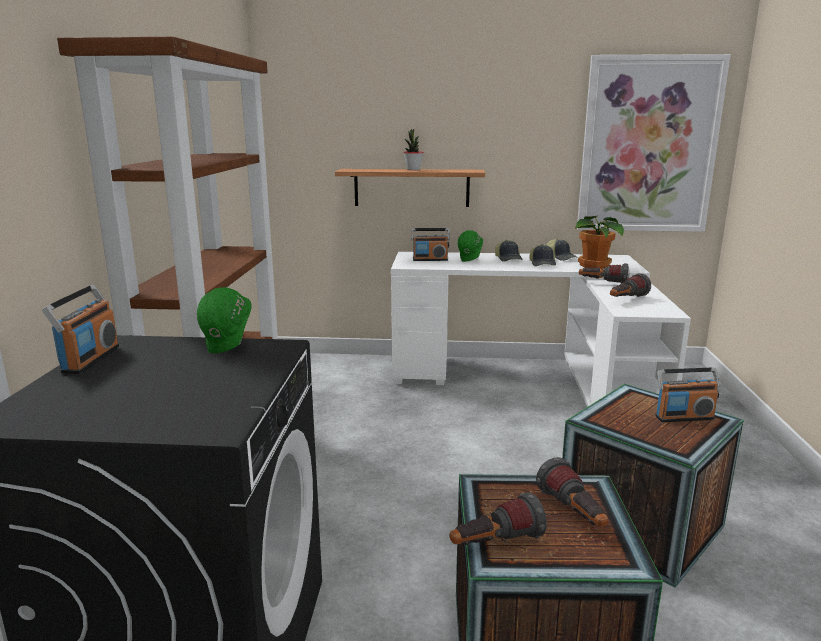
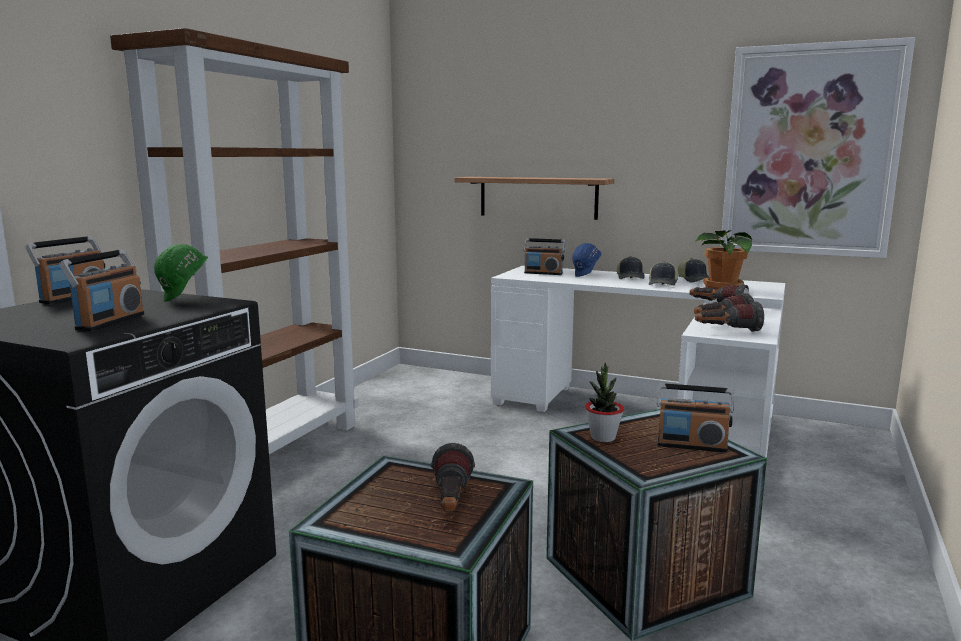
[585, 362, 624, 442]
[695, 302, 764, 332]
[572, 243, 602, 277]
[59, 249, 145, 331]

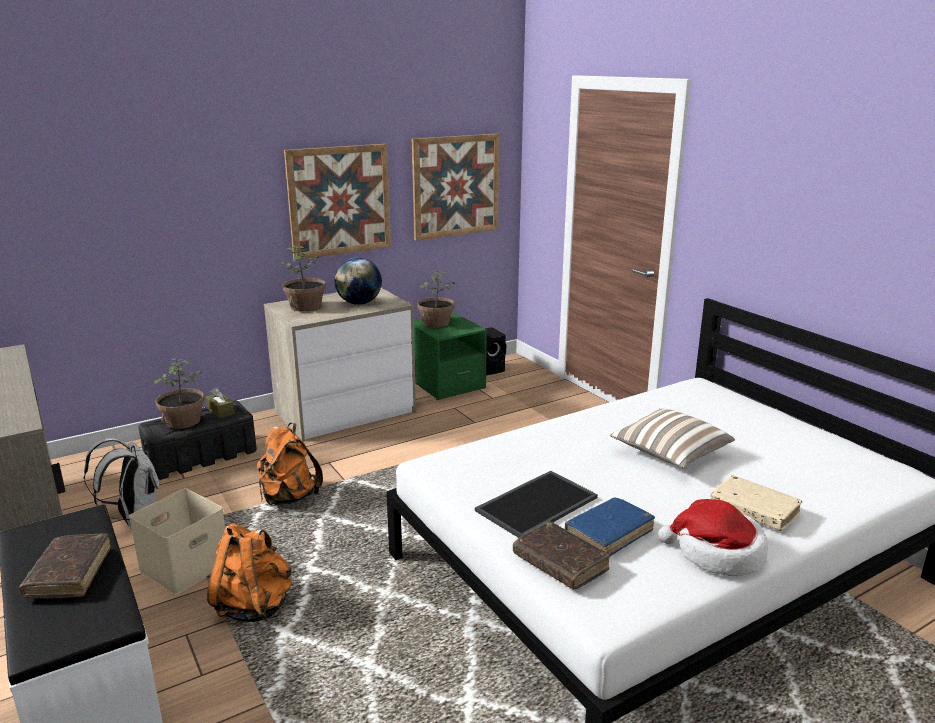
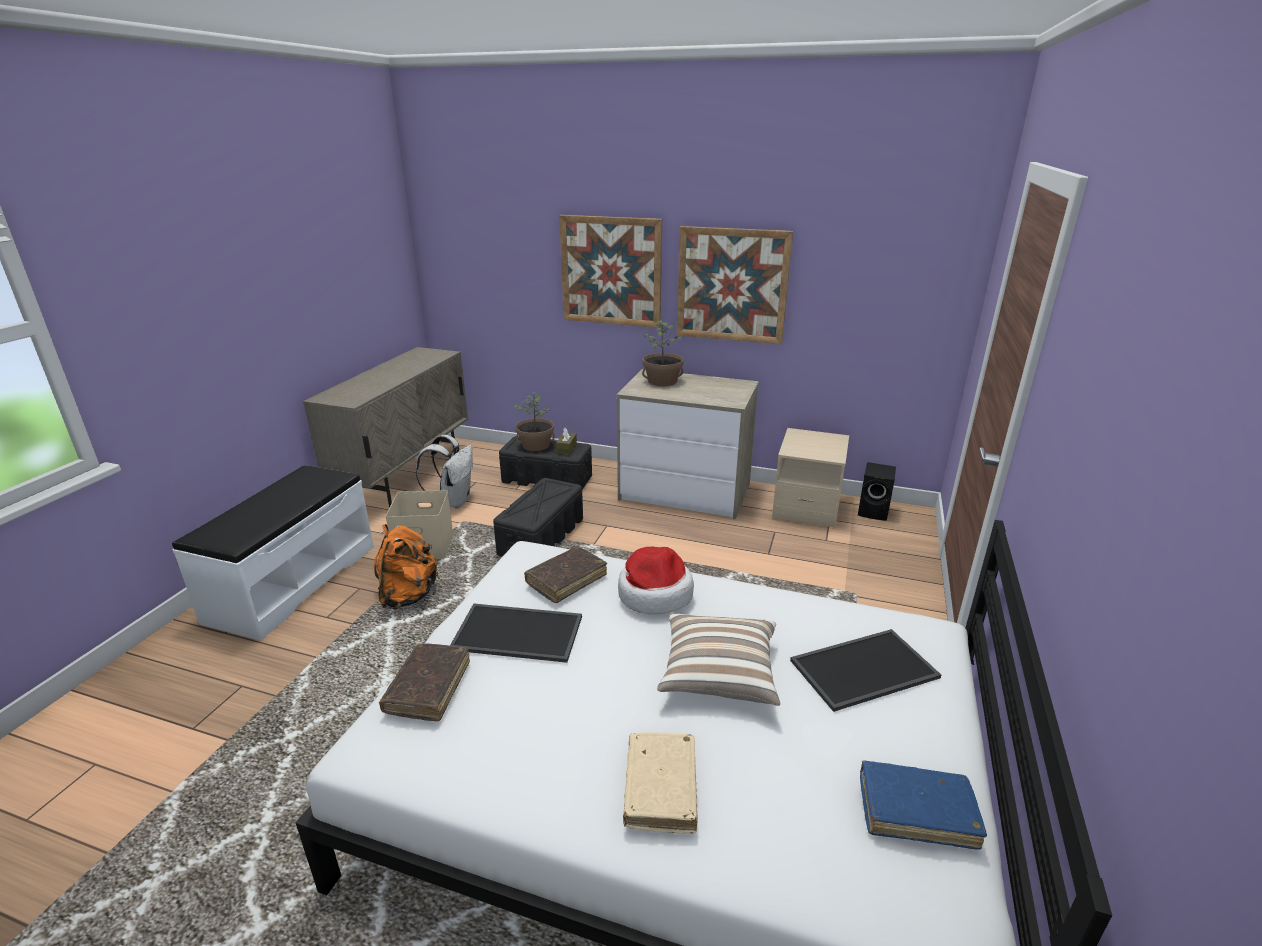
[524, 547, 607, 603]
[493, 478, 583, 557]
[334, 257, 382, 305] (first image)
[559, 215, 662, 328]
[772, 428, 849, 528]
[417, 270, 455, 327] (first image)
[860, 760, 987, 850]
[618, 546, 694, 614]
[790, 629, 941, 712]

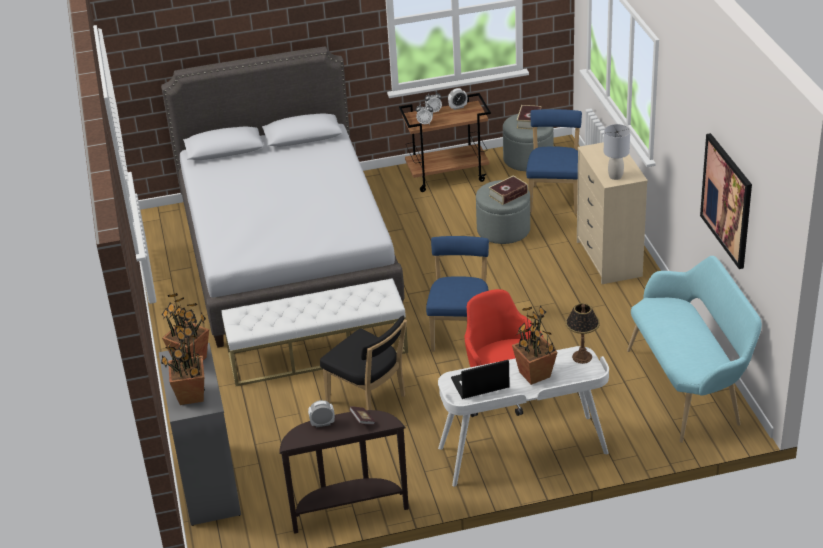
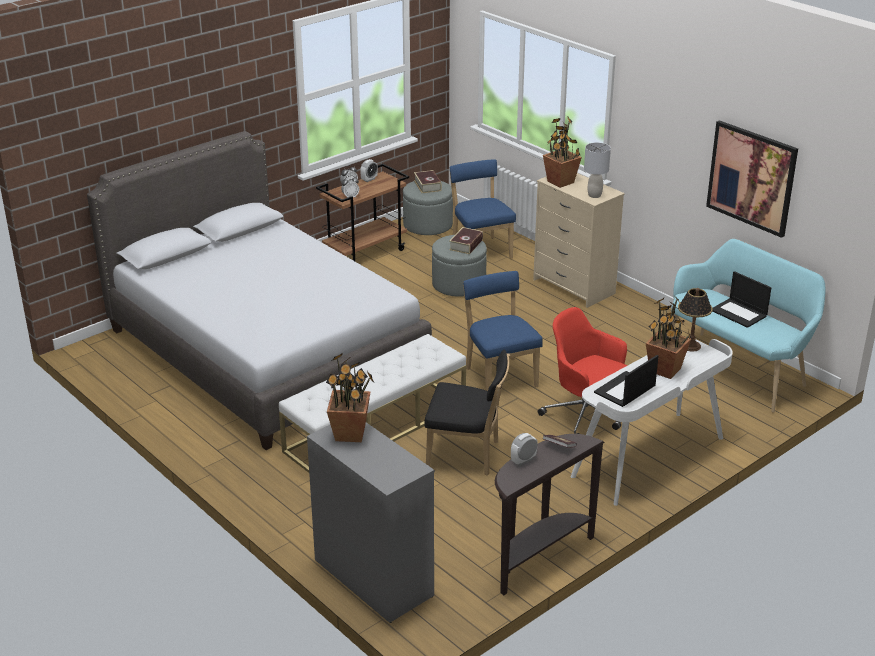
[543, 117, 582, 188]
[712, 271, 772, 328]

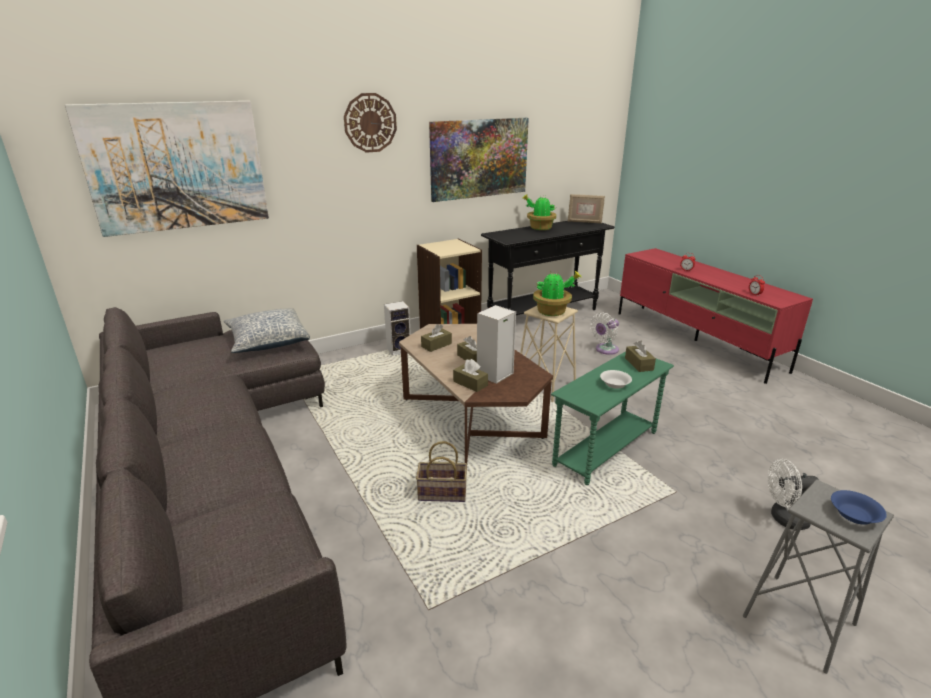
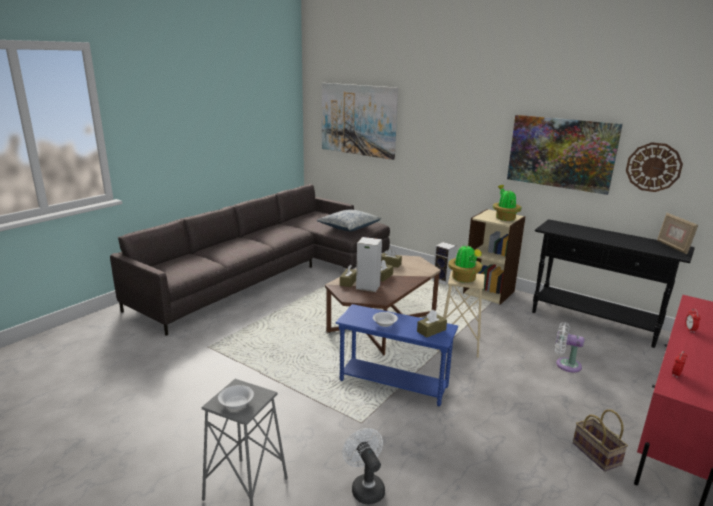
[626, 142, 683, 192]
[573, 409, 628, 472]
[493, 185, 522, 221]
[335, 304, 458, 406]
[218, 385, 254, 409]

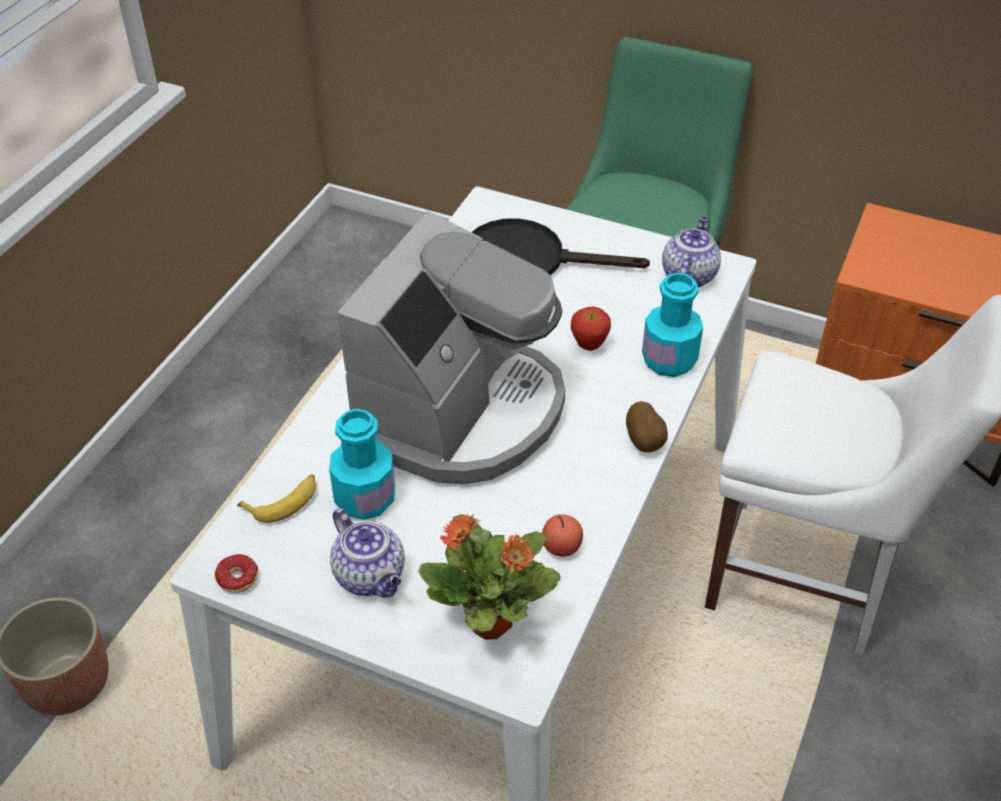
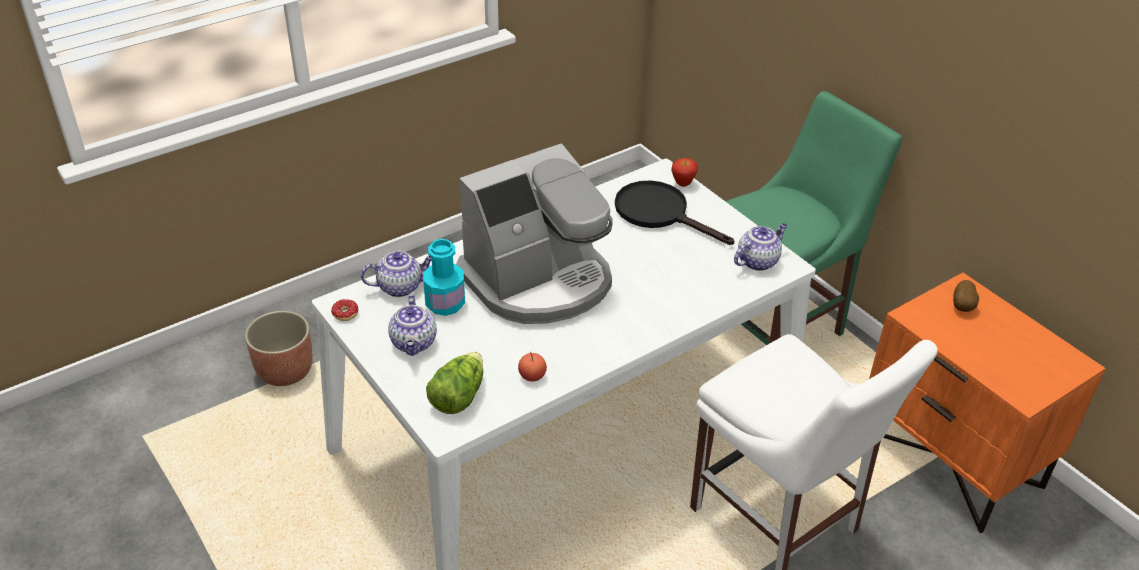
[361, 251, 432, 297]
[426, 352, 483, 414]
[671, 158, 698, 187]
[953, 280, 979, 312]
[642, 273, 703, 377] (first image)

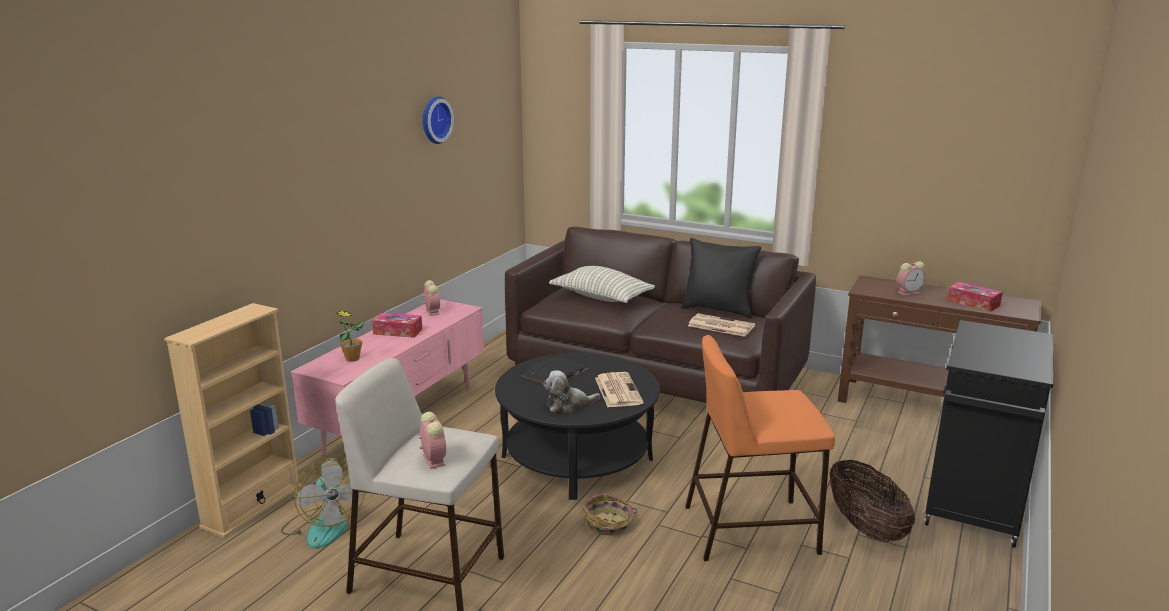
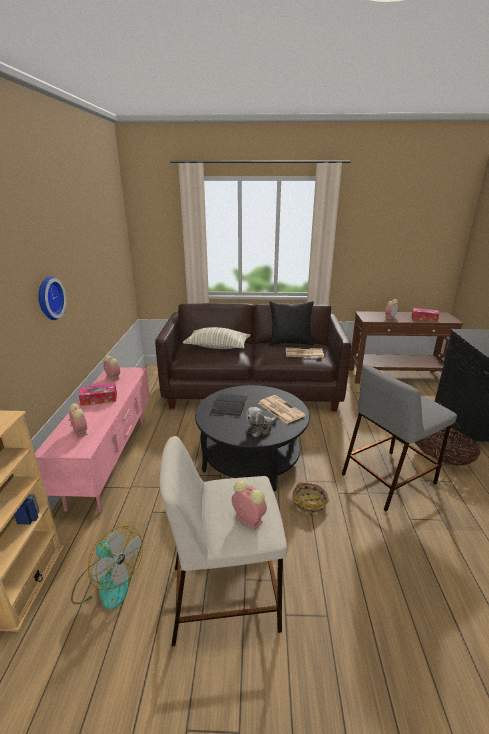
[69, 403, 88, 438]
[39, 276, 66, 320]
[342, 364, 457, 511]

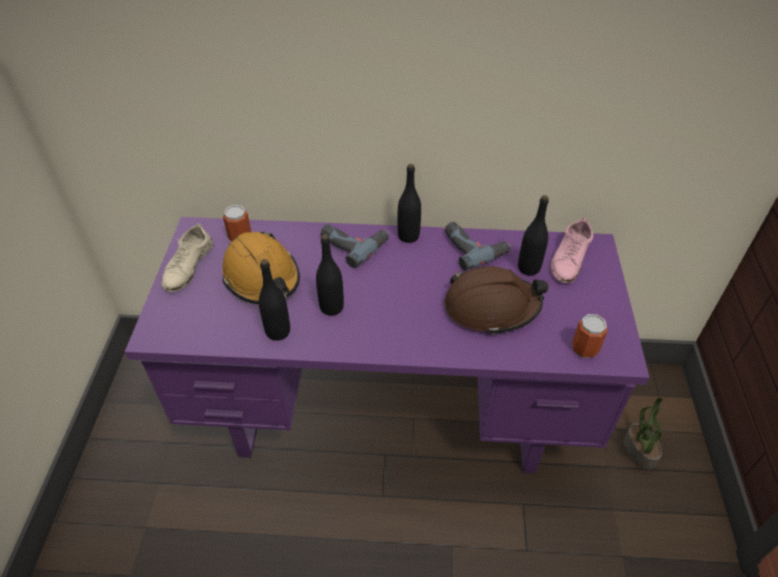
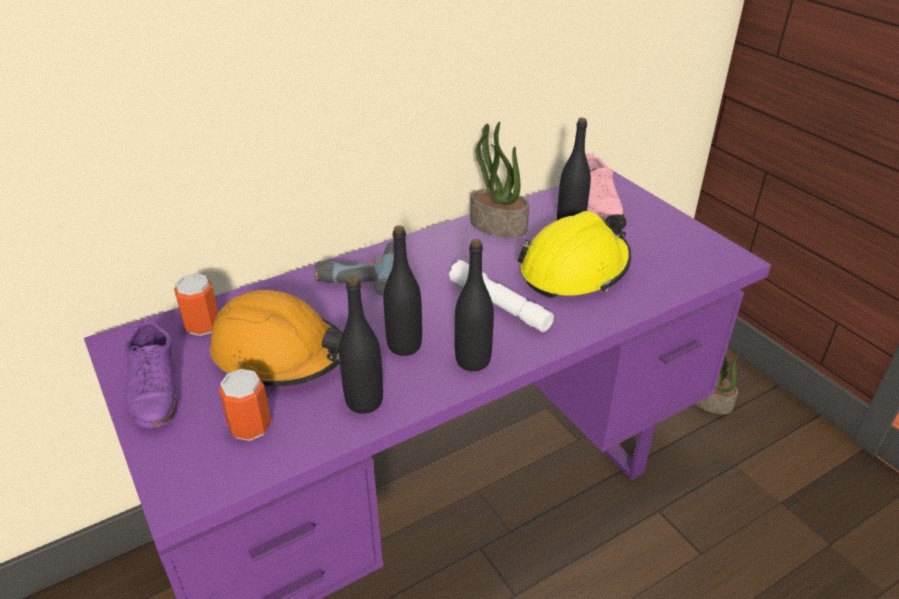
[121, 318, 177, 428]
[455, 239, 494, 371]
[517, 211, 631, 298]
[470, 121, 529, 237]
[219, 369, 271, 441]
[449, 260, 554, 332]

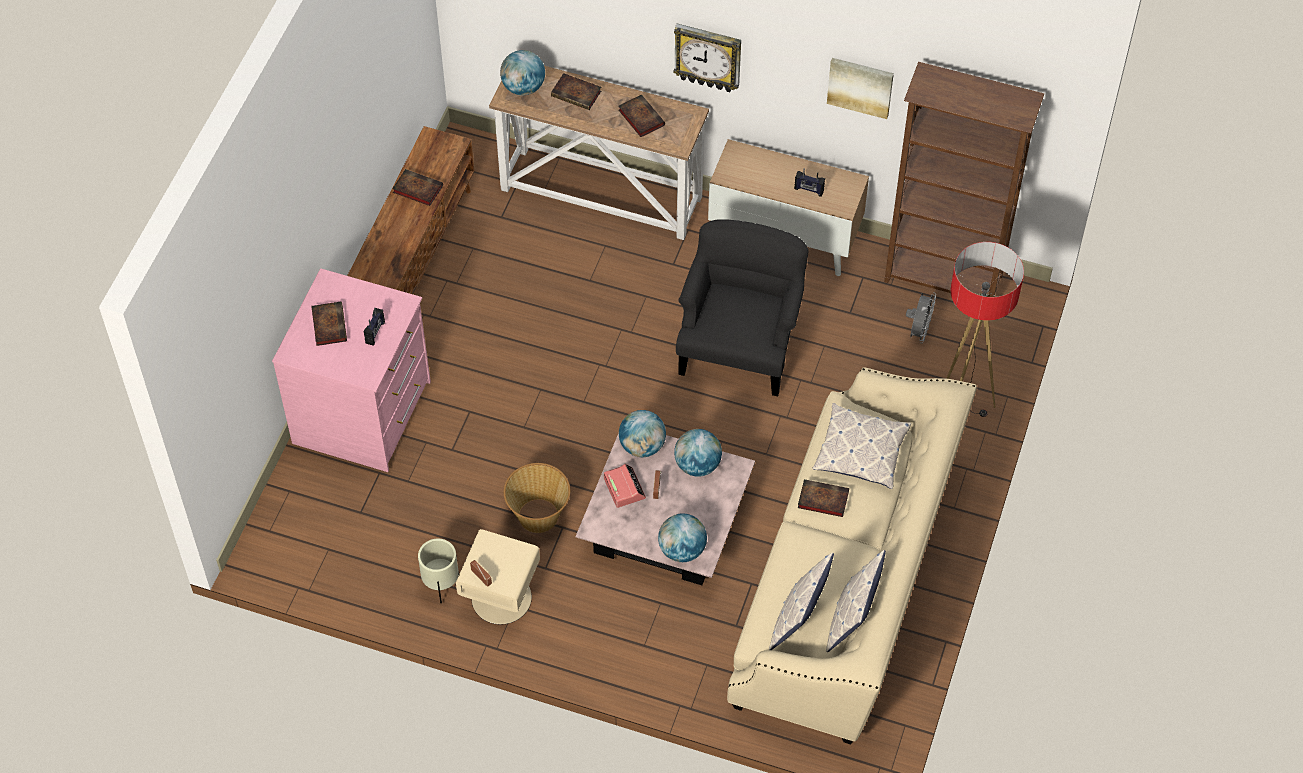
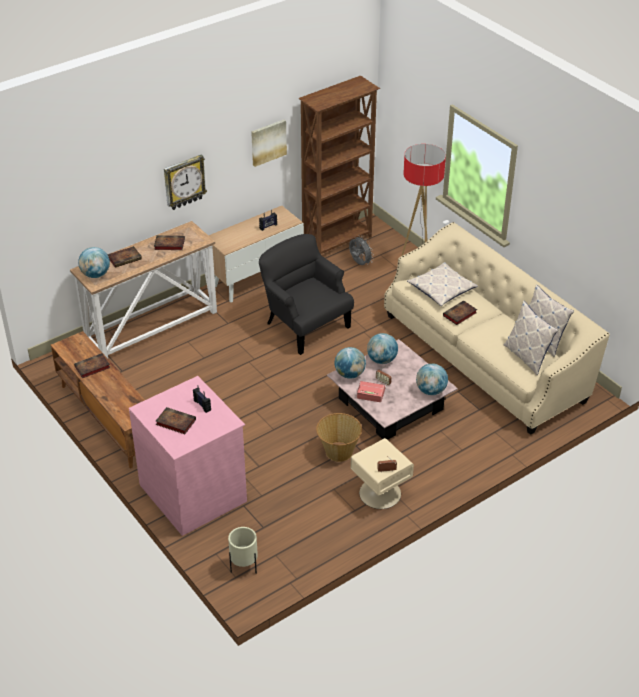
[228, 527, 258, 574]

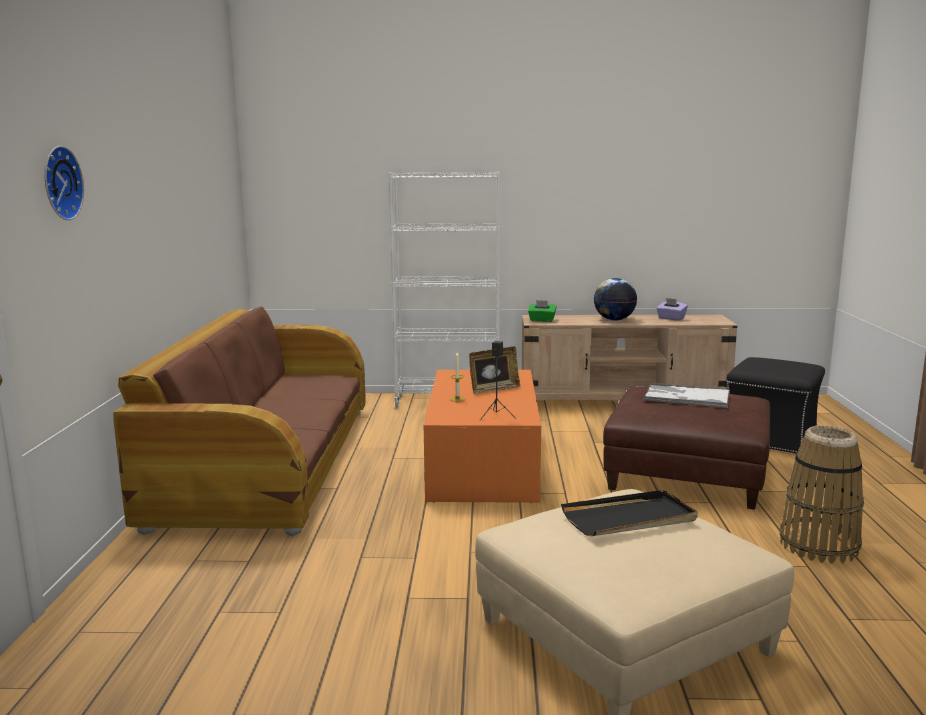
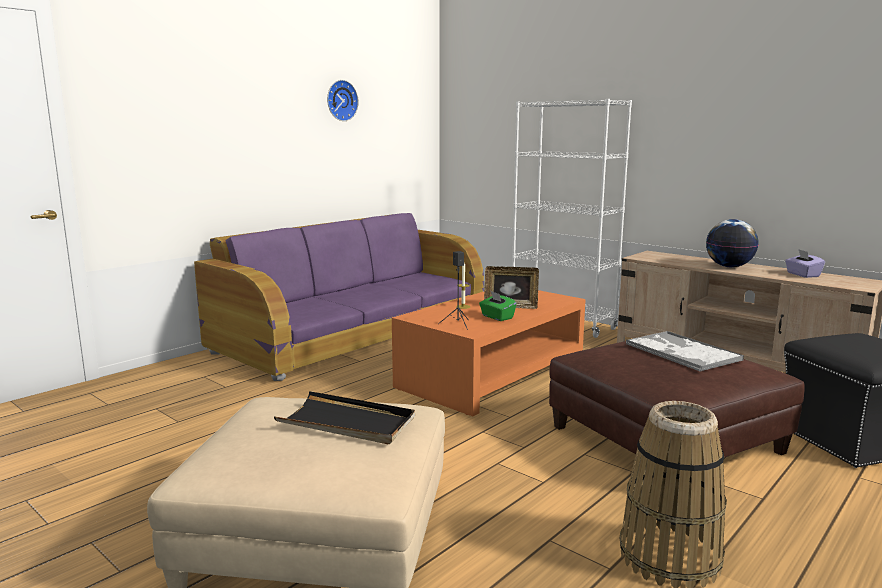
[327, 80, 359, 121]
[194, 213, 484, 381]
[479, 291, 517, 321]

